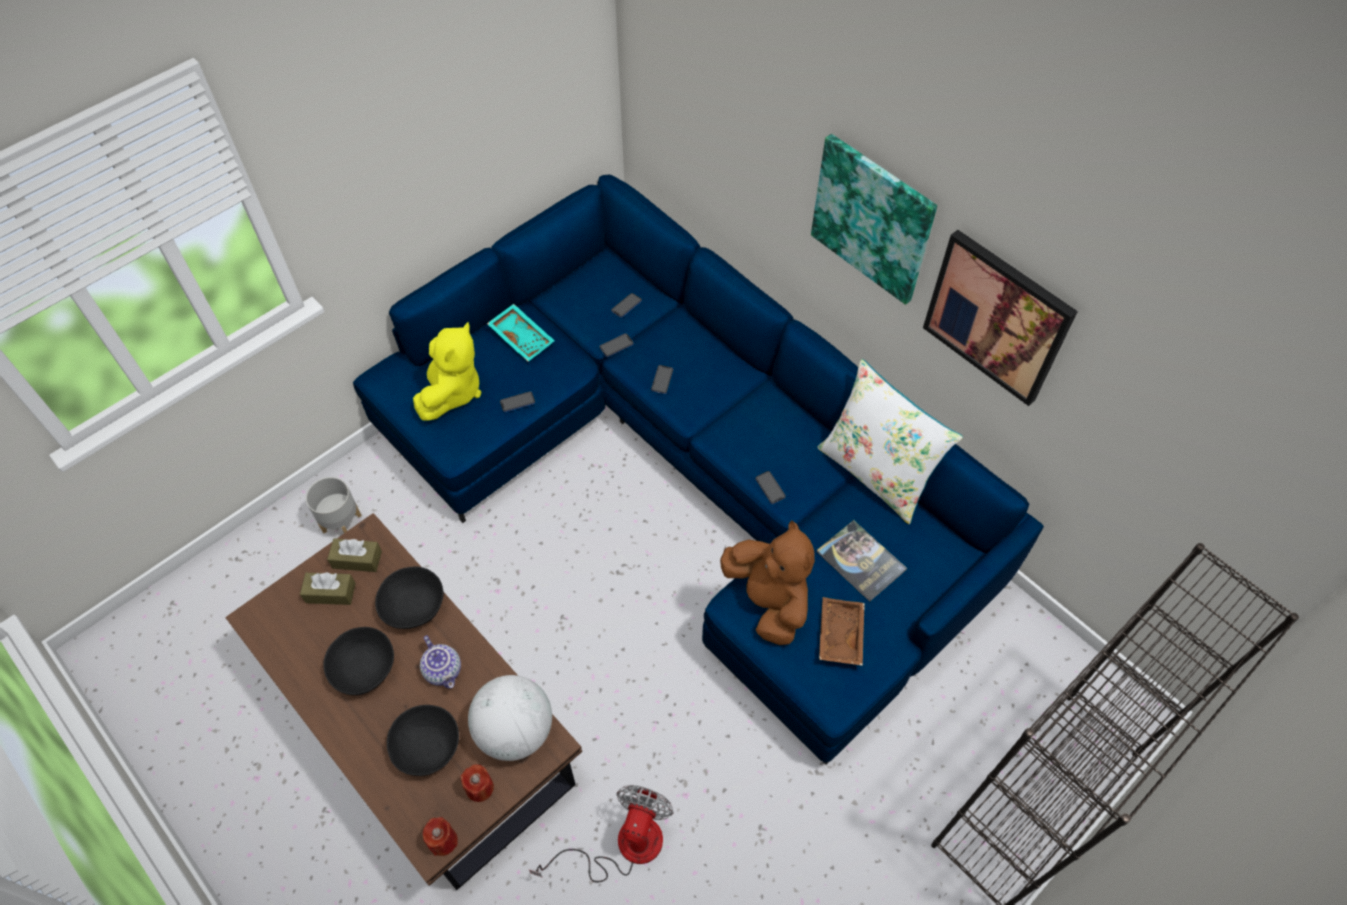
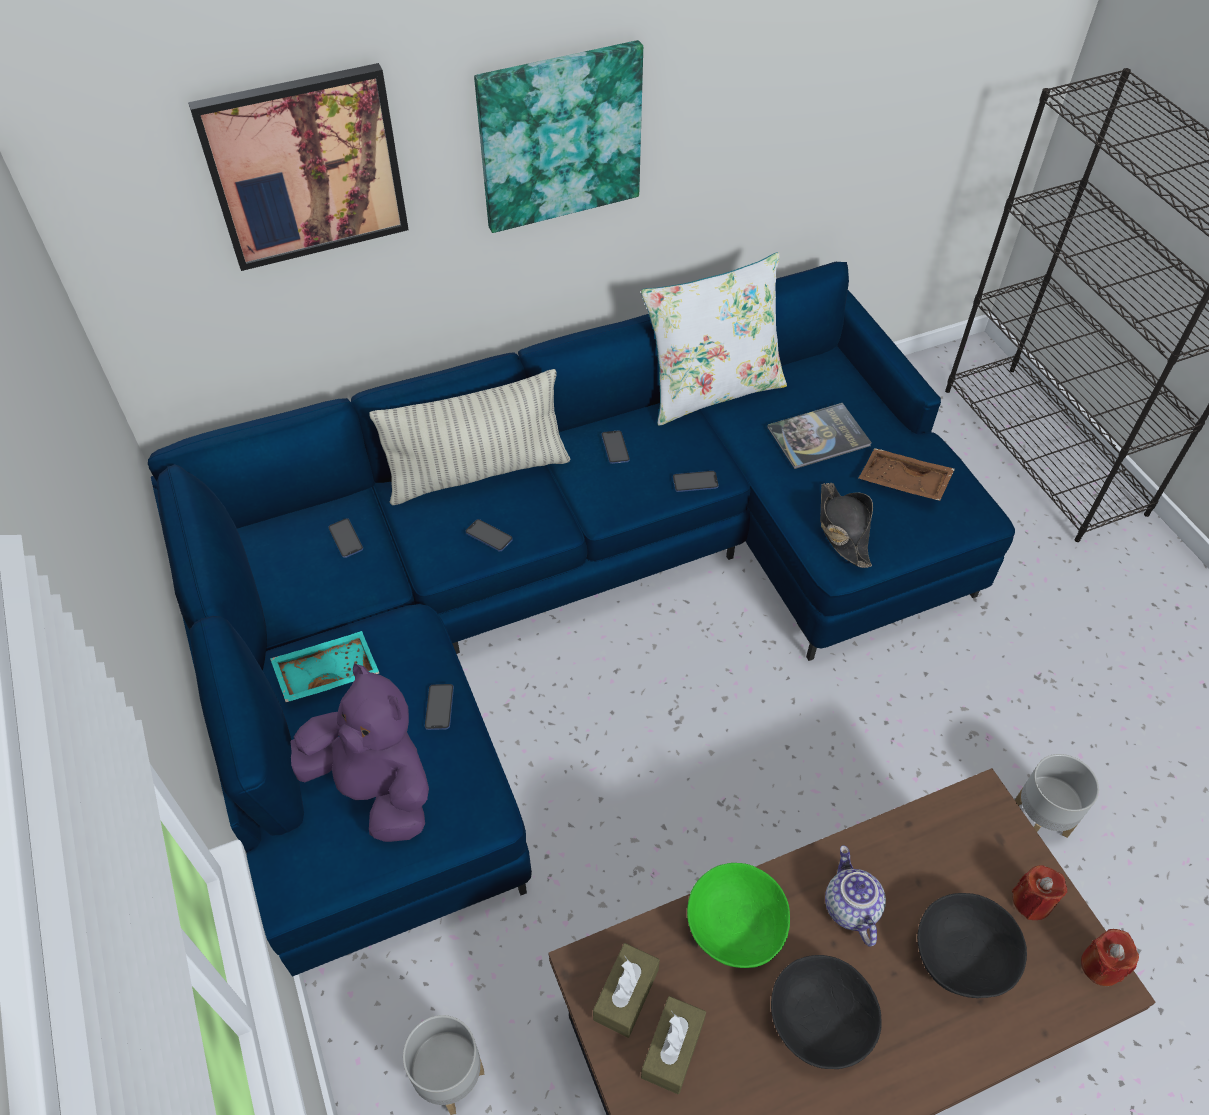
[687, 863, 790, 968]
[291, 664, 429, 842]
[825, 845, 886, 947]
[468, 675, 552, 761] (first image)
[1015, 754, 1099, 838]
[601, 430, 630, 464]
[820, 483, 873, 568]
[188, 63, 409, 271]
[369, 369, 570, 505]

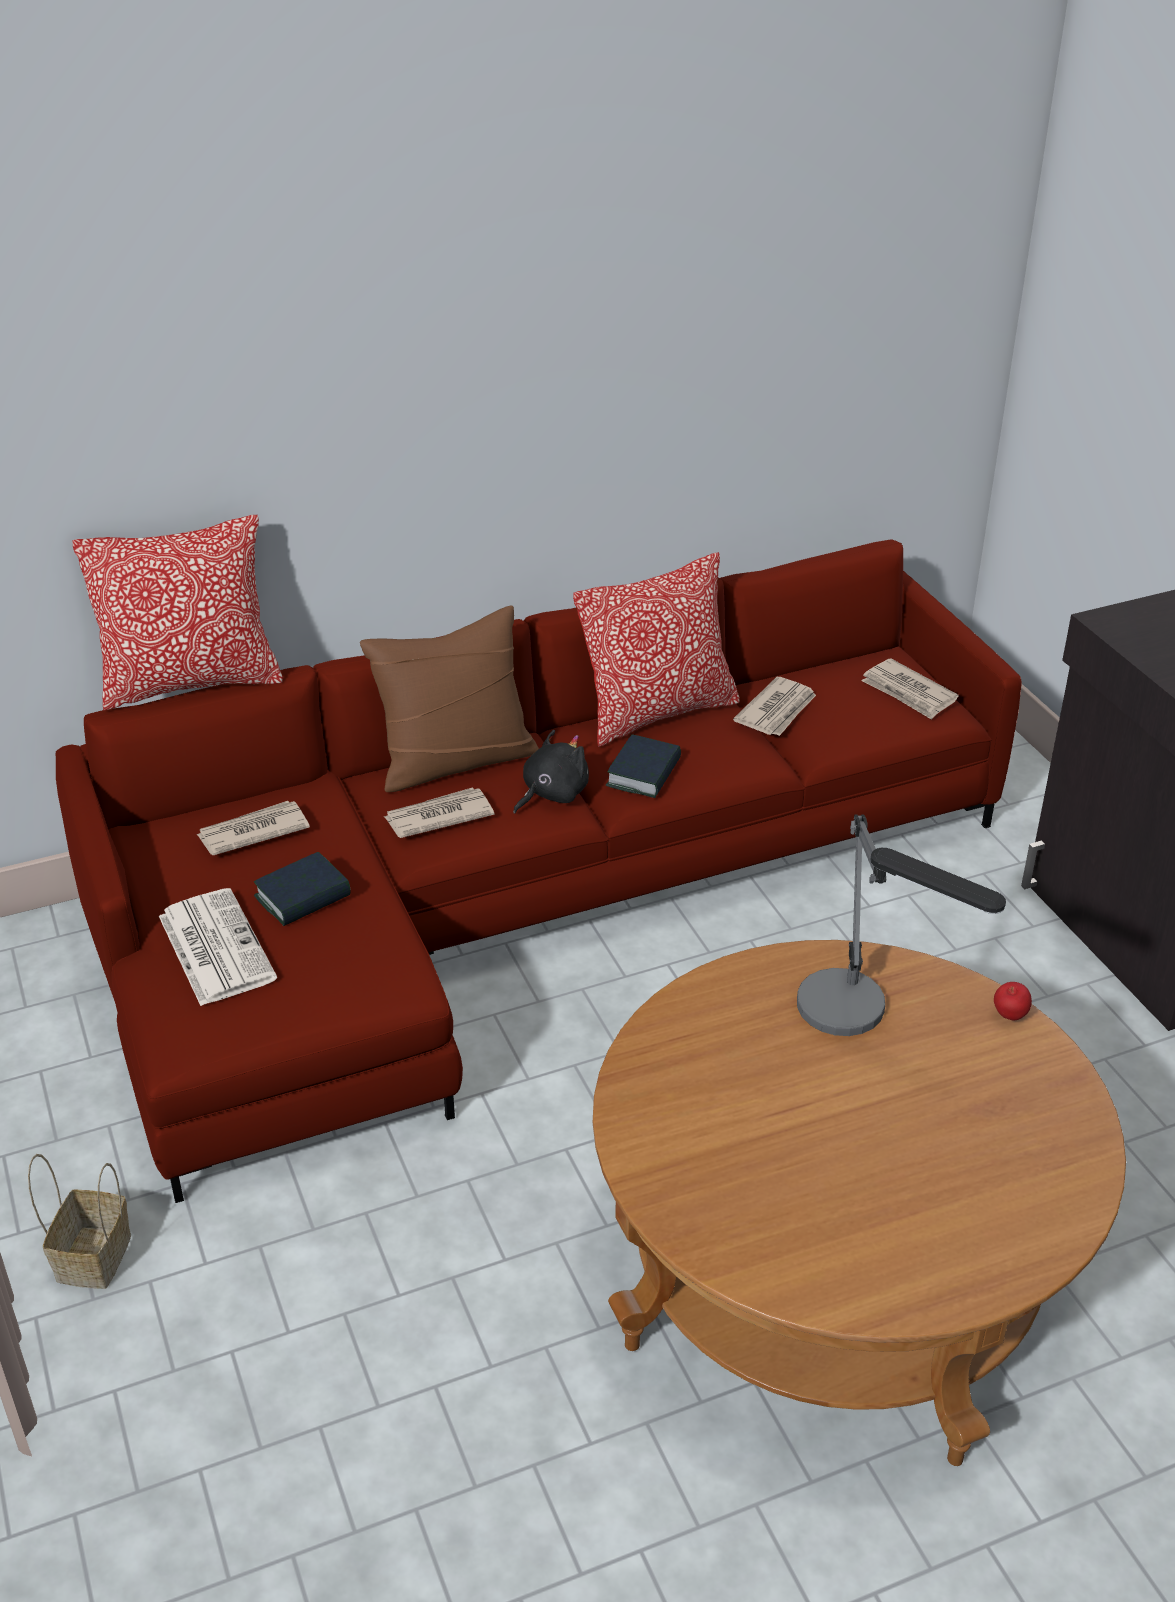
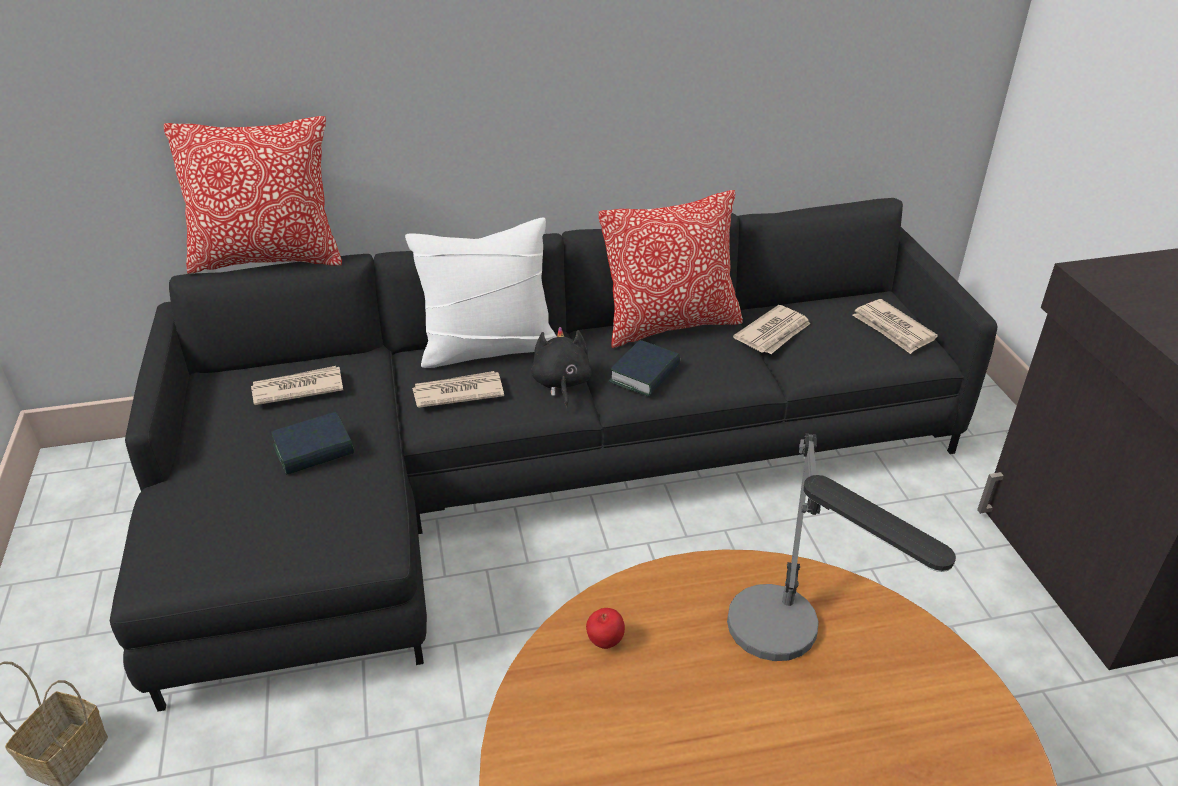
[110, 198, 997, 712]
[159, 888, 277, 1006] (first image)
[405, 218, 557, 368]
[531, 327, 592, 409]
[586, 608, 625, 649]

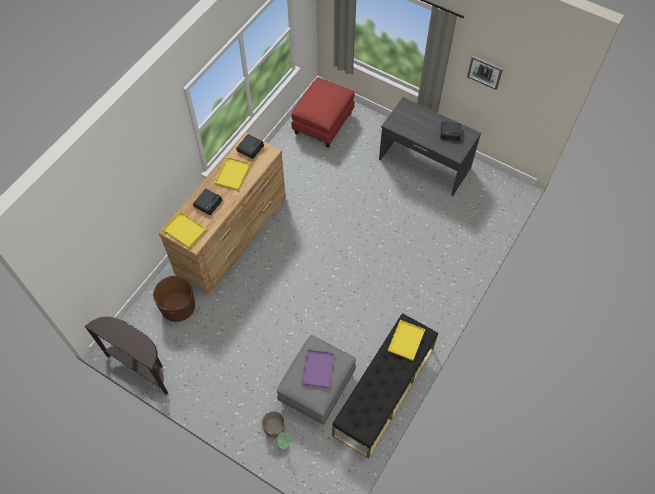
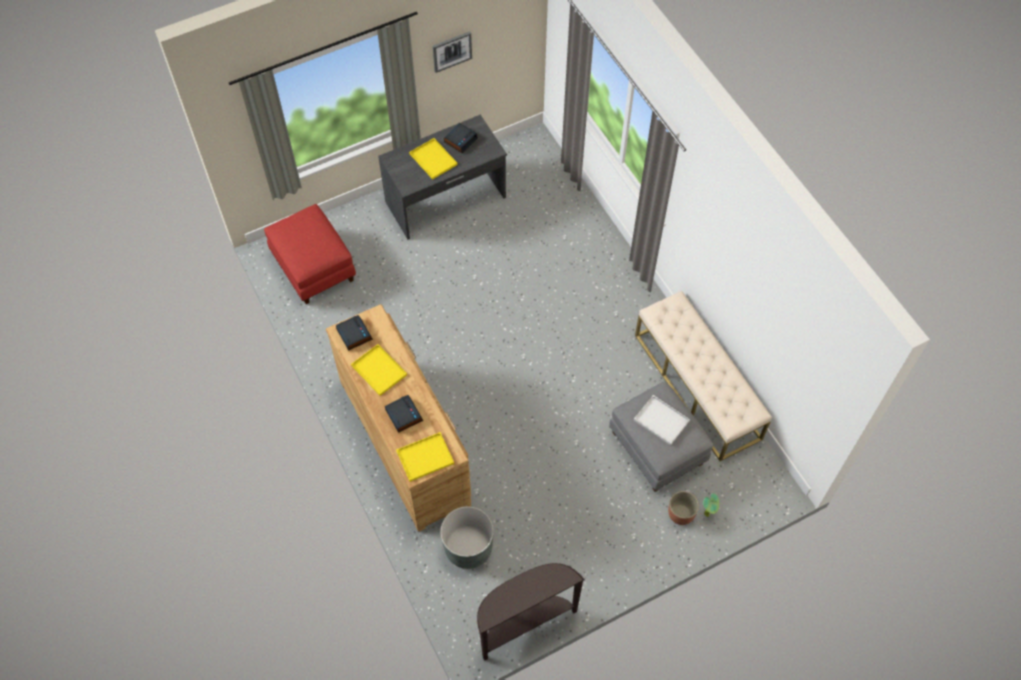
[440, 506, 494, 569]
[634, 395, 690, 445]
[635, 291, 772, 461]
[409, 138, 458, 180]

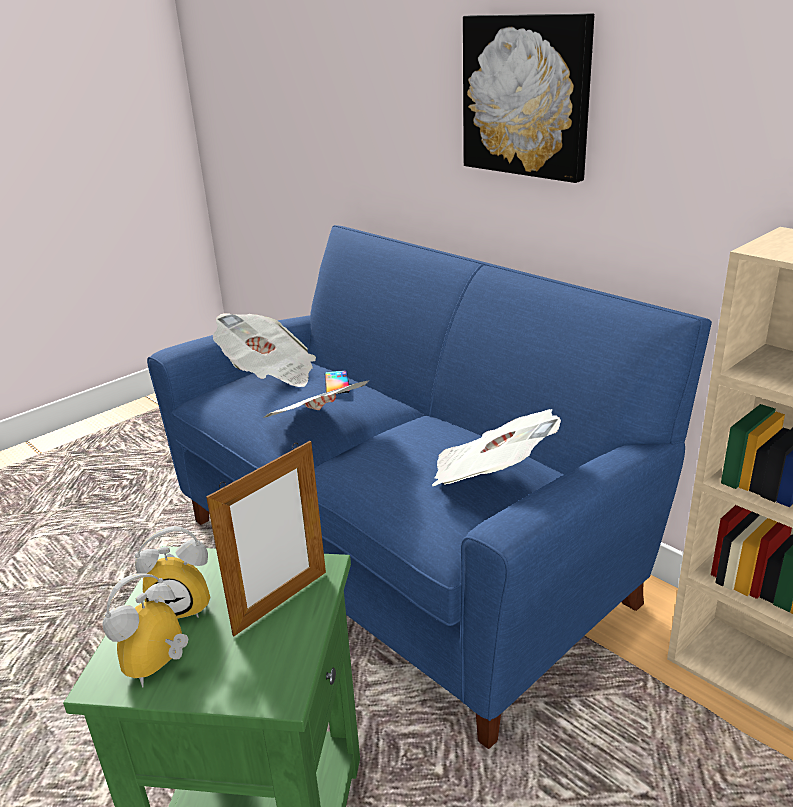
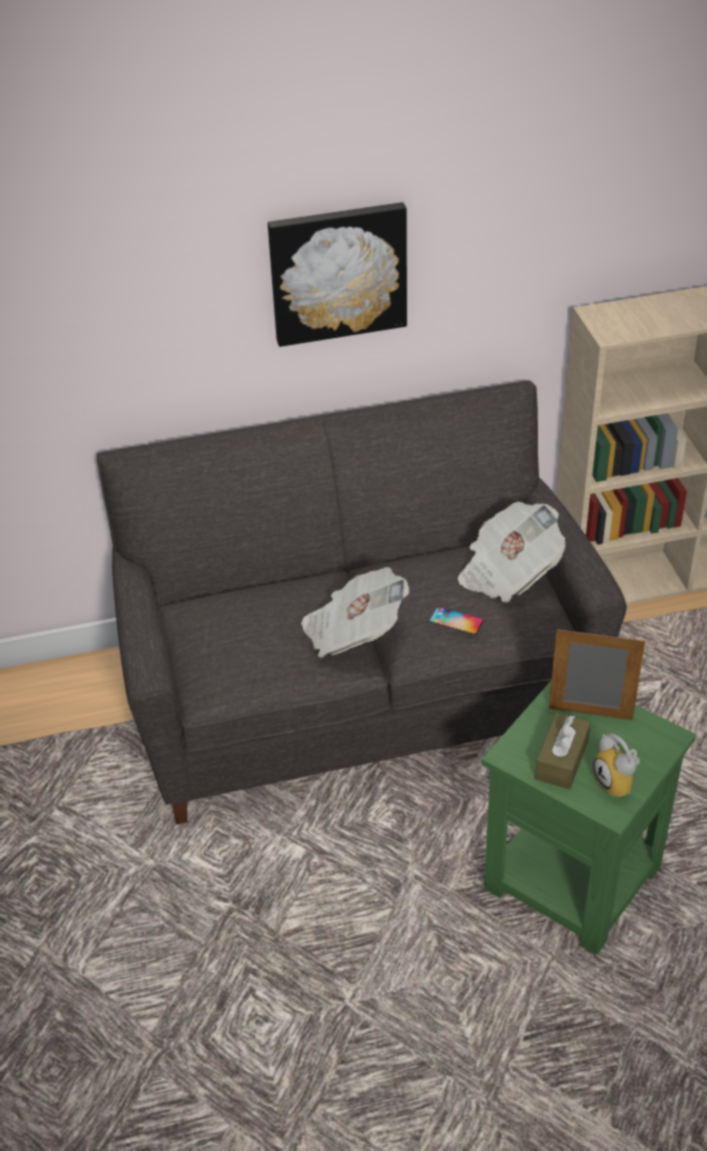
[535, 712, 591, 789]
[97, 381, 627, 825]
[549, 629, 645, 720]
[212, 313, 316, 387] (first image)
[429, 607, 483, 635]

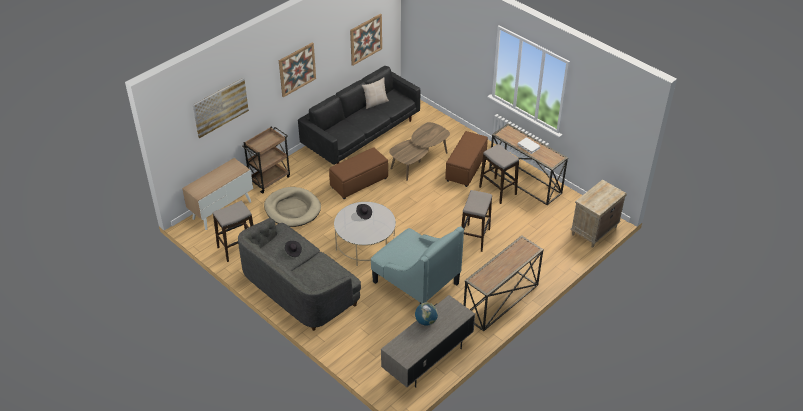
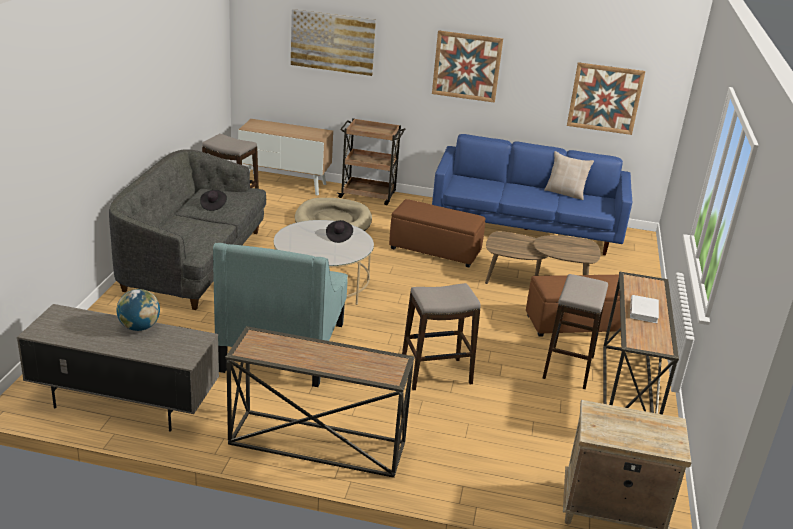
[432, 134, 632, 255]

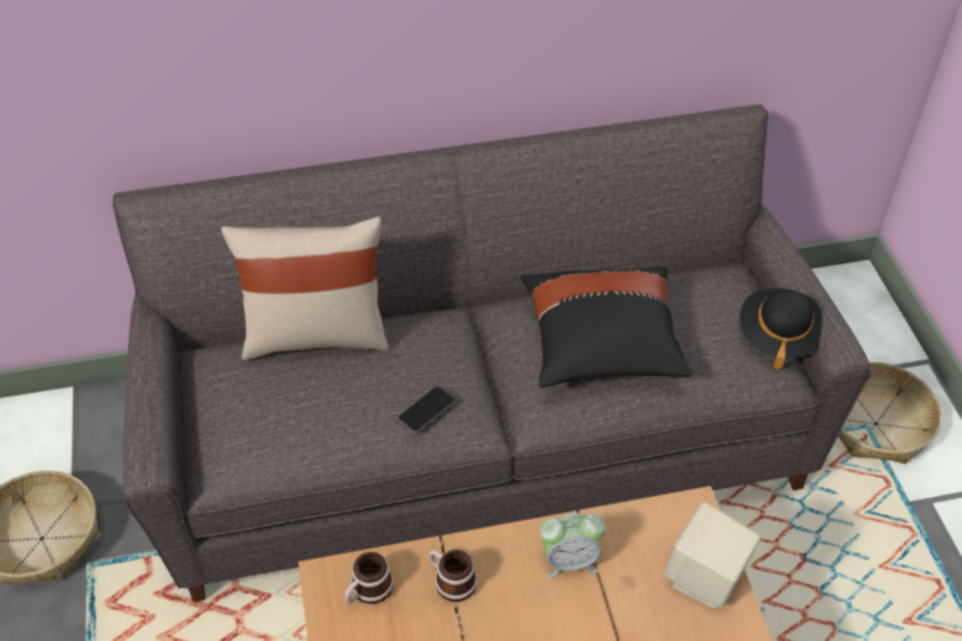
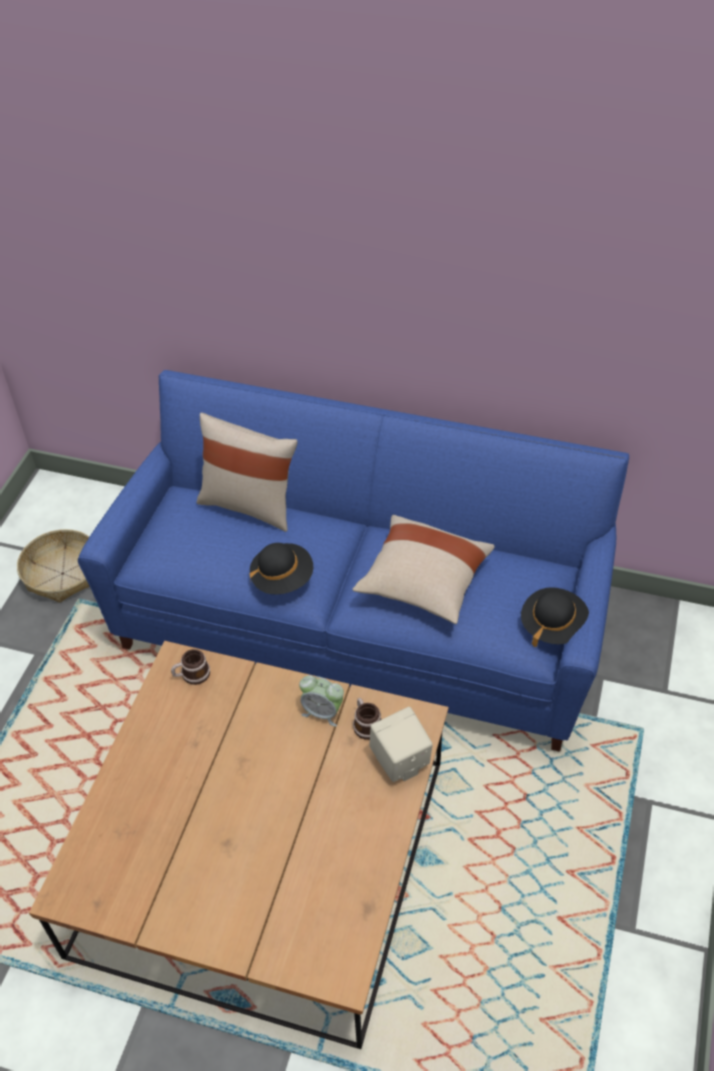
[78, 370, 629, 752]
[249, 543, 313, 595]
[353, 698, 382, 740]
[353, 515, 495, 624]
[838, 362, 942, 464] (first image)

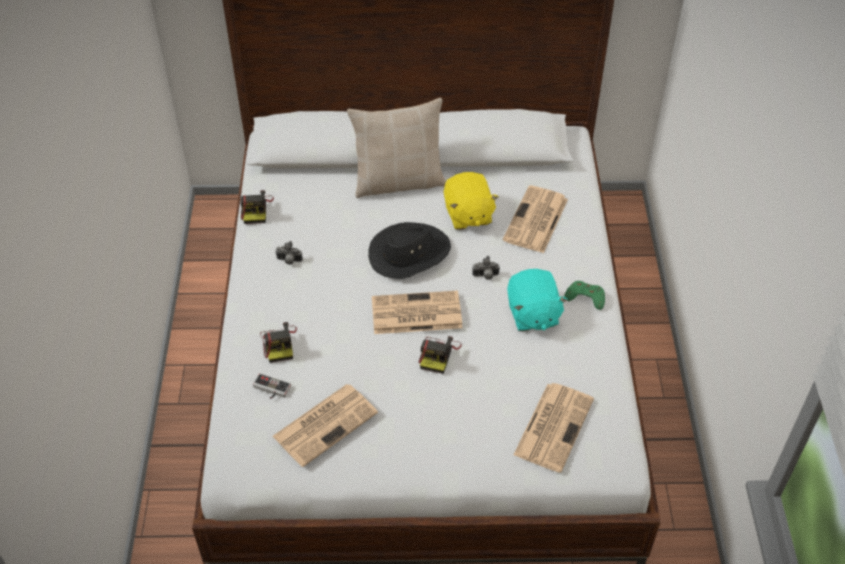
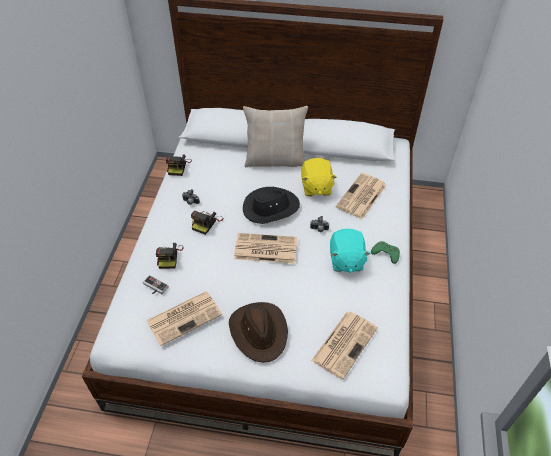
[191, 211, 223, 235]
[229, 302, 288, 363]

